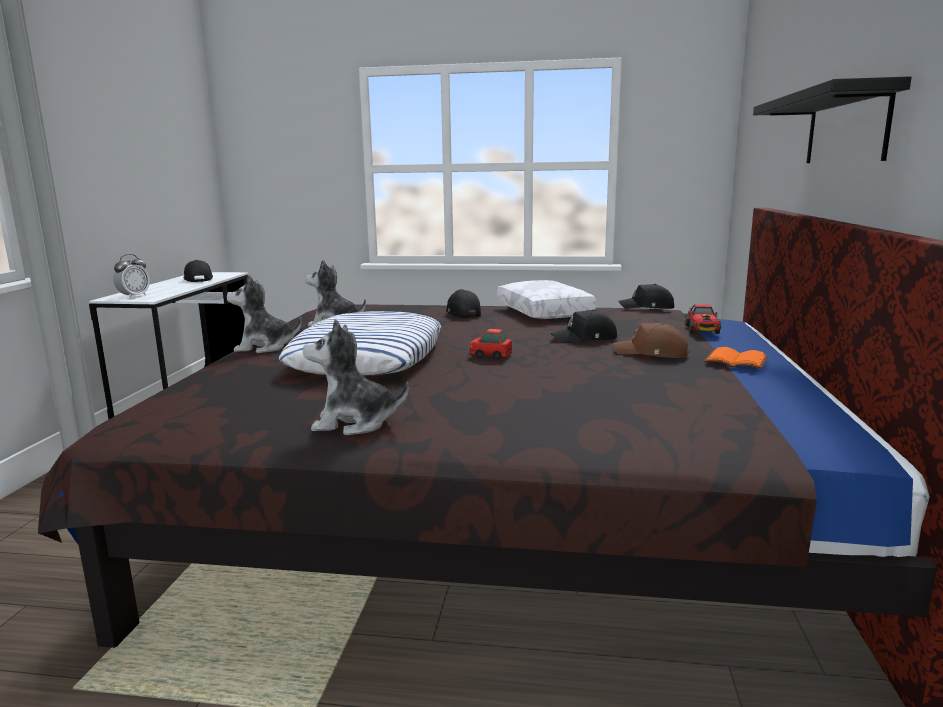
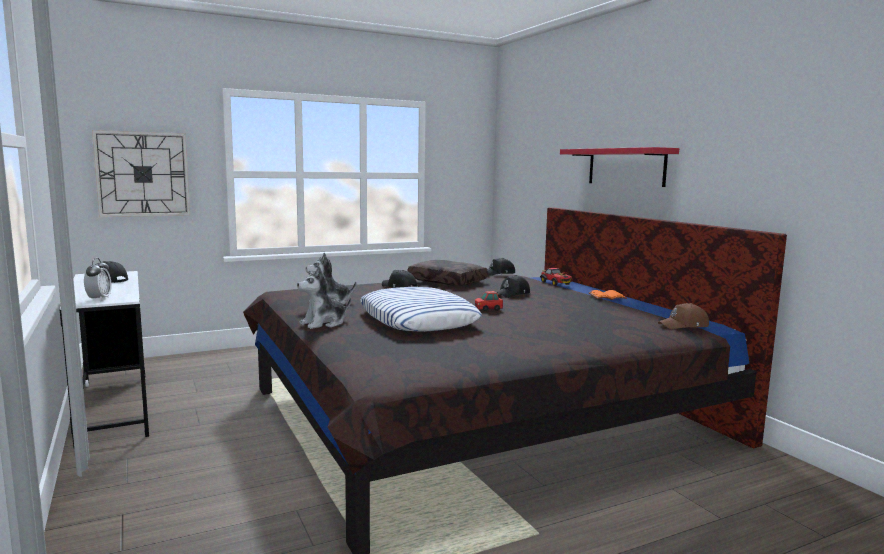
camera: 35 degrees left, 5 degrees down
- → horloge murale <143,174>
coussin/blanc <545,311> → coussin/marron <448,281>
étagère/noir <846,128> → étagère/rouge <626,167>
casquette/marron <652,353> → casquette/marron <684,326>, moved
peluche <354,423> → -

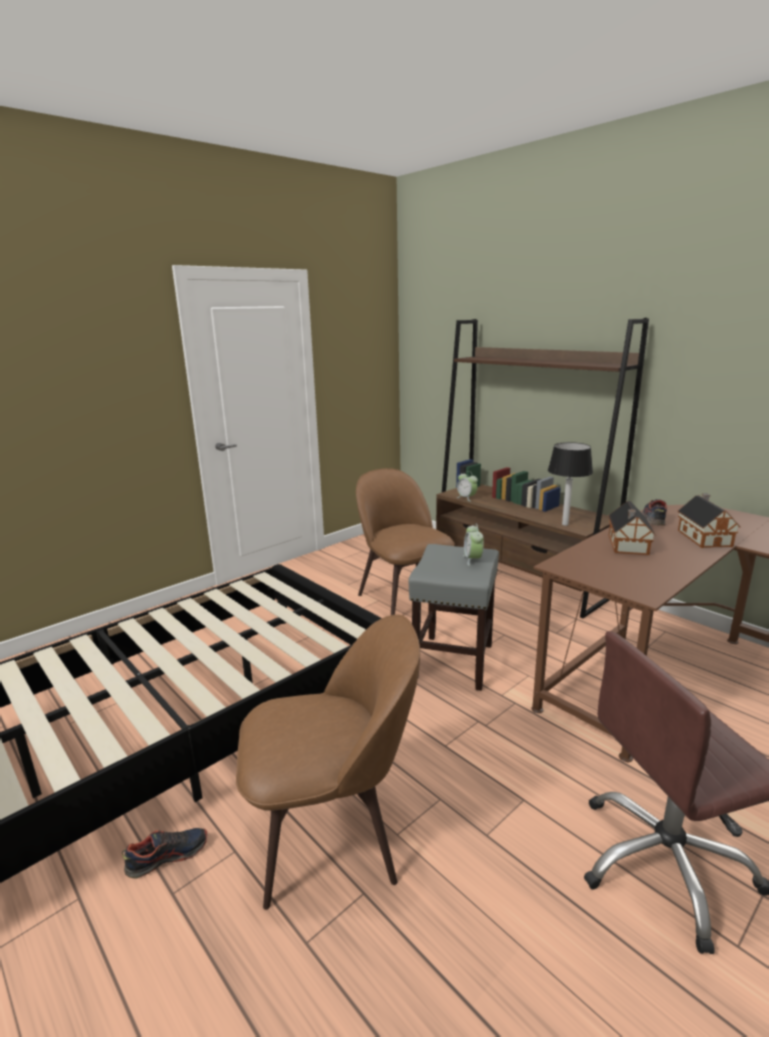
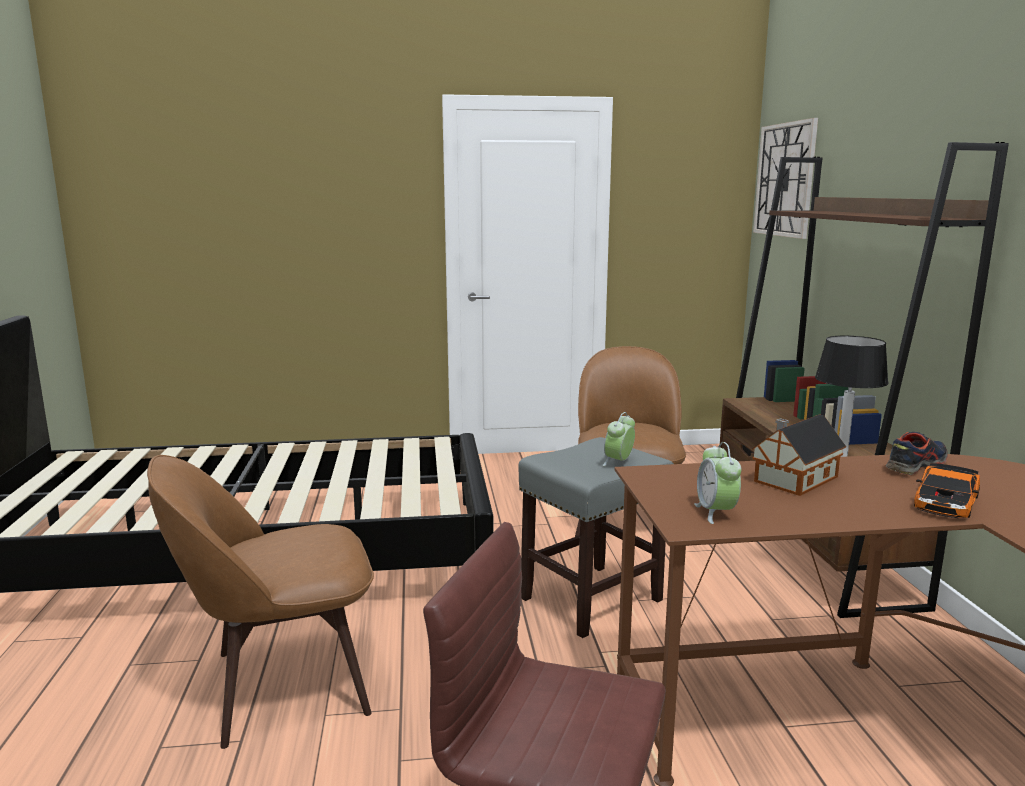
camera: 35 degrees right, 5 degrees down
chaise/marron <333,830> → chaise/marron <281,684>, 135 degrees clockwise
réveil <466,498> → réveil <716,513>, moved
- → horloge murale <785,180>
maison miniature <703,537> → petite voiture <946,501>
chaussure <168,856> → -

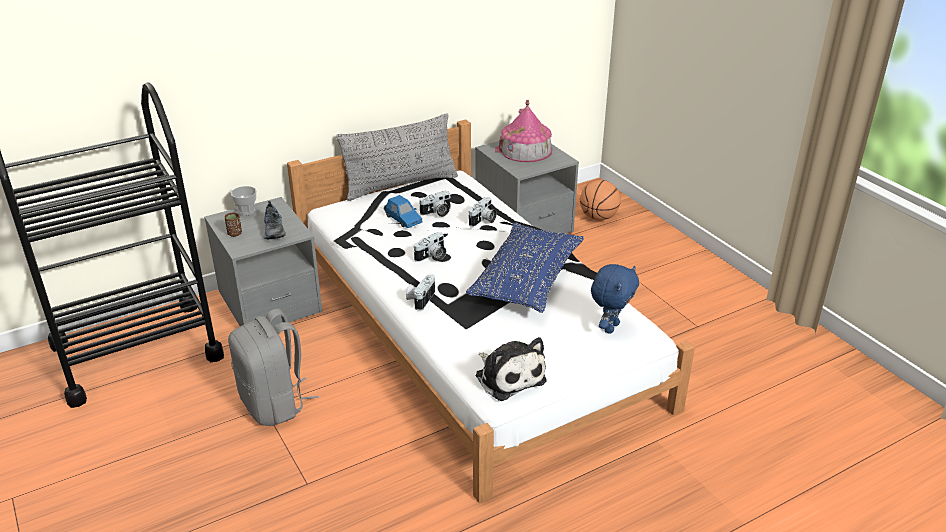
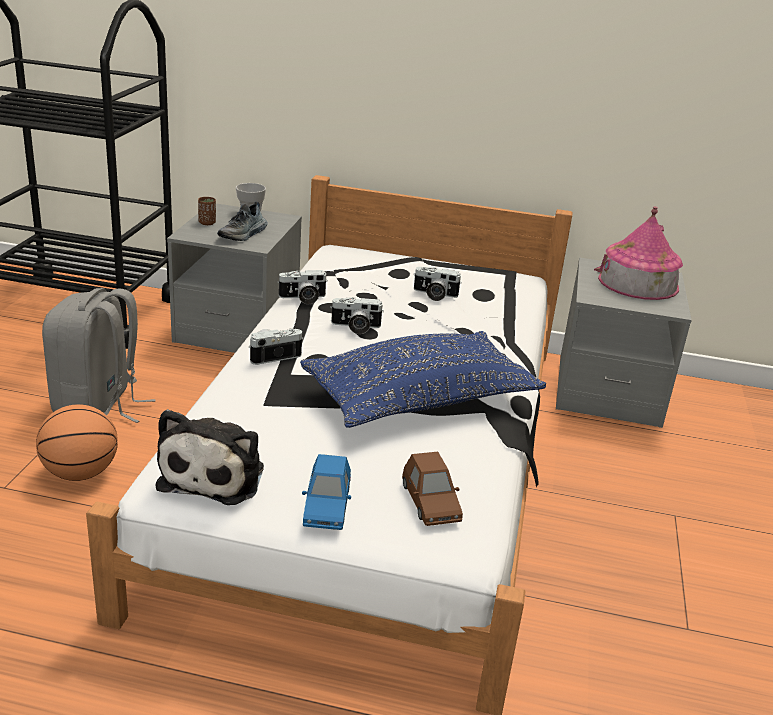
camera: 40 degrees right, 5 degrees down
ballon de basket <598,217> → ballon de basket <80,473>, moved
appareil photo <483,220> → appareil photo <303,298>, moved
petite voiture/bleu <403,219> → petite voiture/bleu <326,506>, moved
peluche/bleu <610,327> → petite voiture/marron <430,503>
coussin/gris <400,185> → -

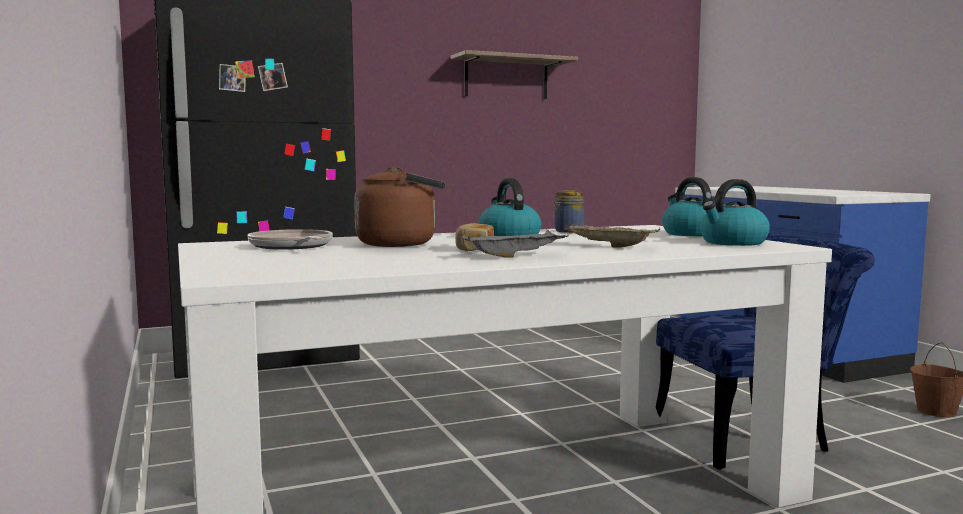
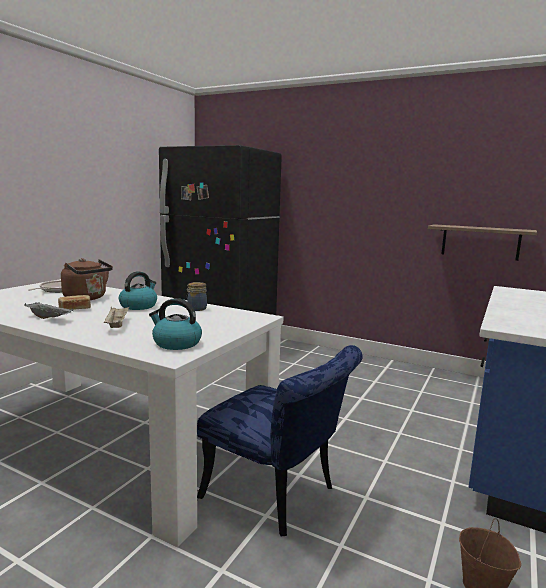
camera: 50 degrees right, 5 degrees up
étagère <506,78> → étagère <480,242>, moved
bouilloire <690,234> → -

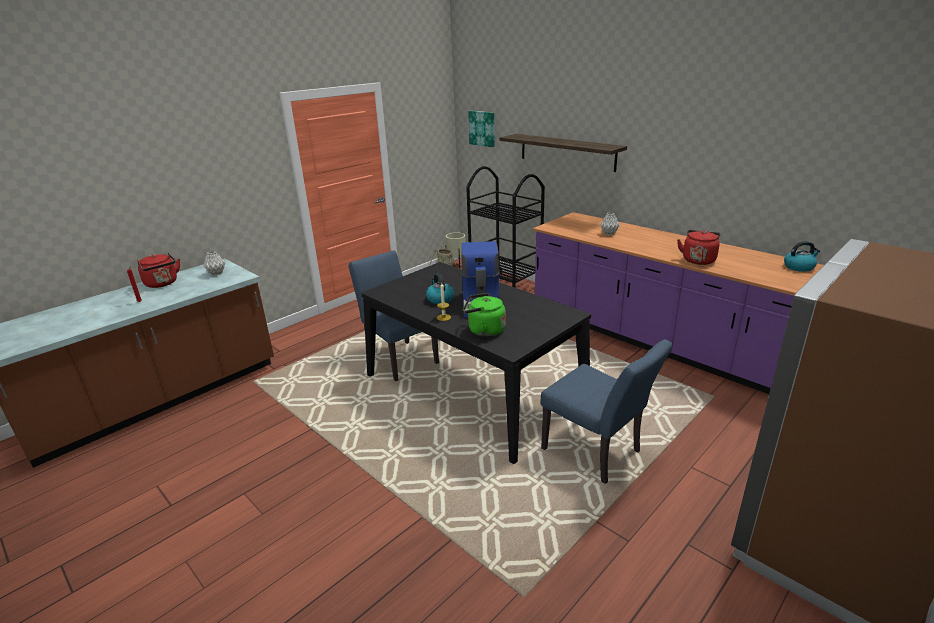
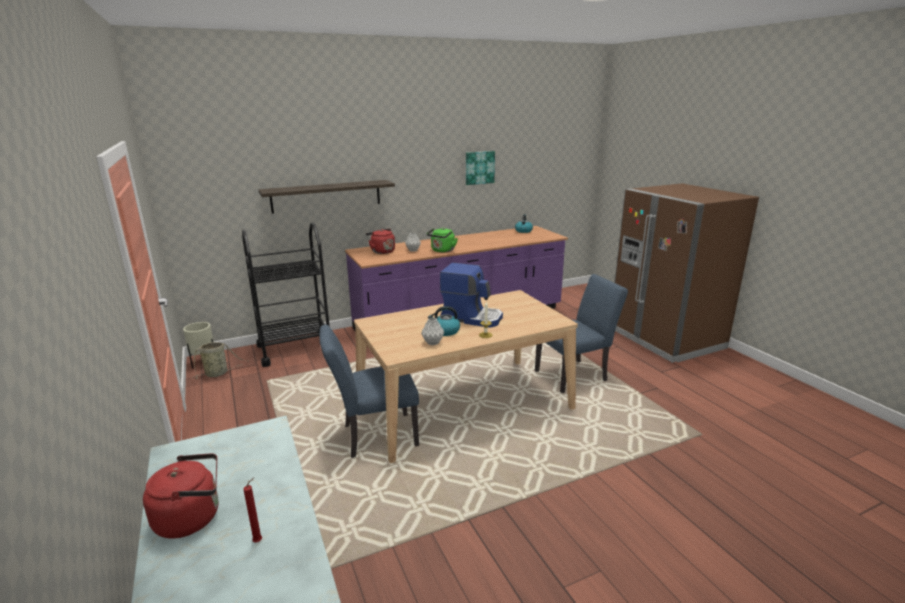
camera: 70 degrees left, 5 degrees down
table à manger/noir <473,388> → table à manger/beige <464,405>
bouilloire/rouge <698,260> → bouilloire/rouge <381,251>, moved
vase/gris <216,274> → vase/gris <433,343>, moved
bouilloire/vert <484,330> → bouilloire/vert <442,250>, moved
tableau <482,128> → tableau <479,167>, moved

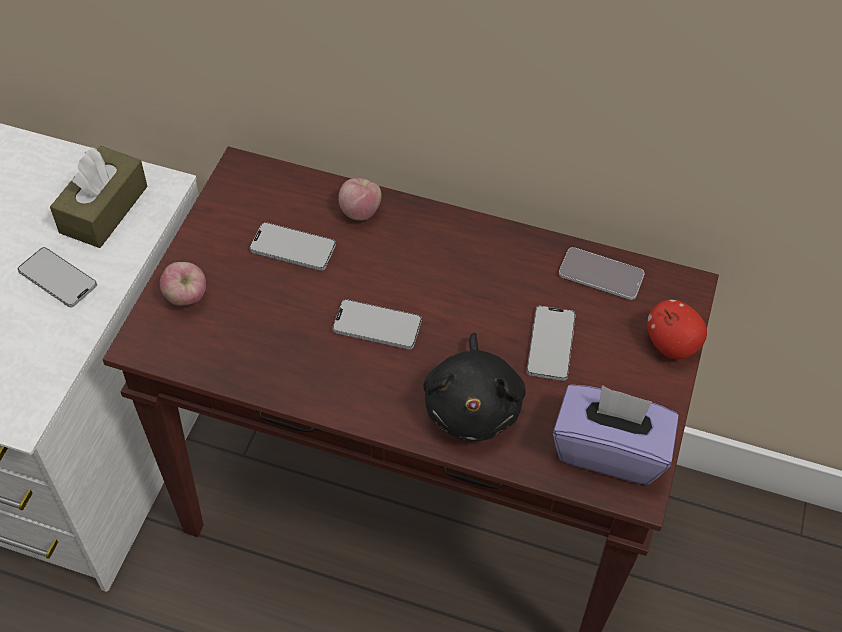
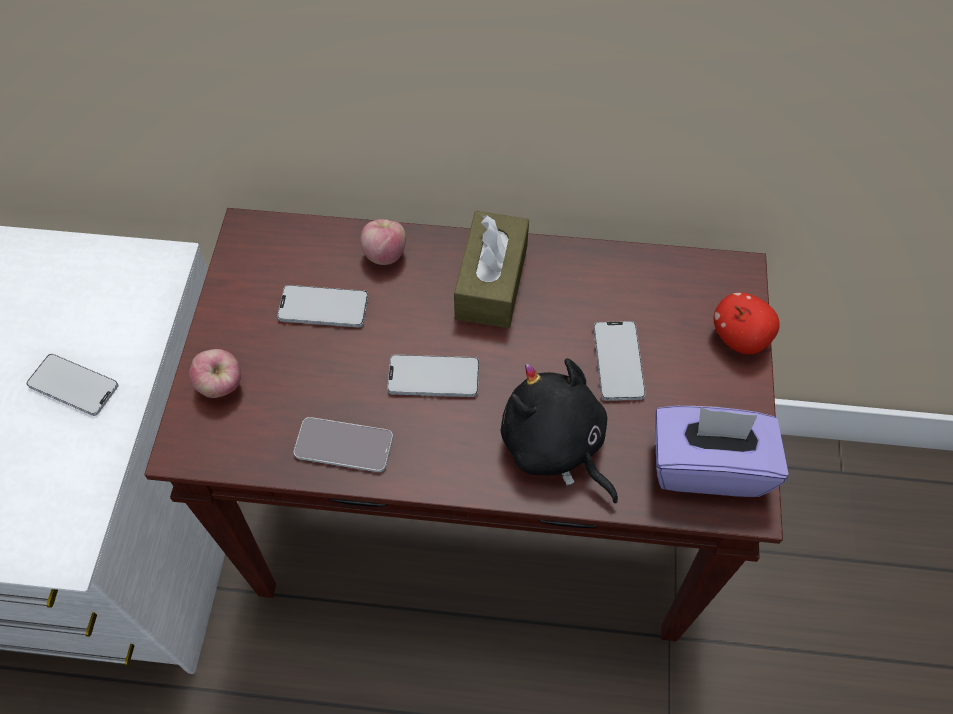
camera: 10 degrees left, 5 degrees up
téléphone <601,274> → téléphone <344,445>, moved
boîte à mouchoirs/marron <104,209> → boîte à mouchoirs/marron <491,282>, moved
peluche/noir <472,406> → peluche/noir <555,446>, 150 degrees clockwise

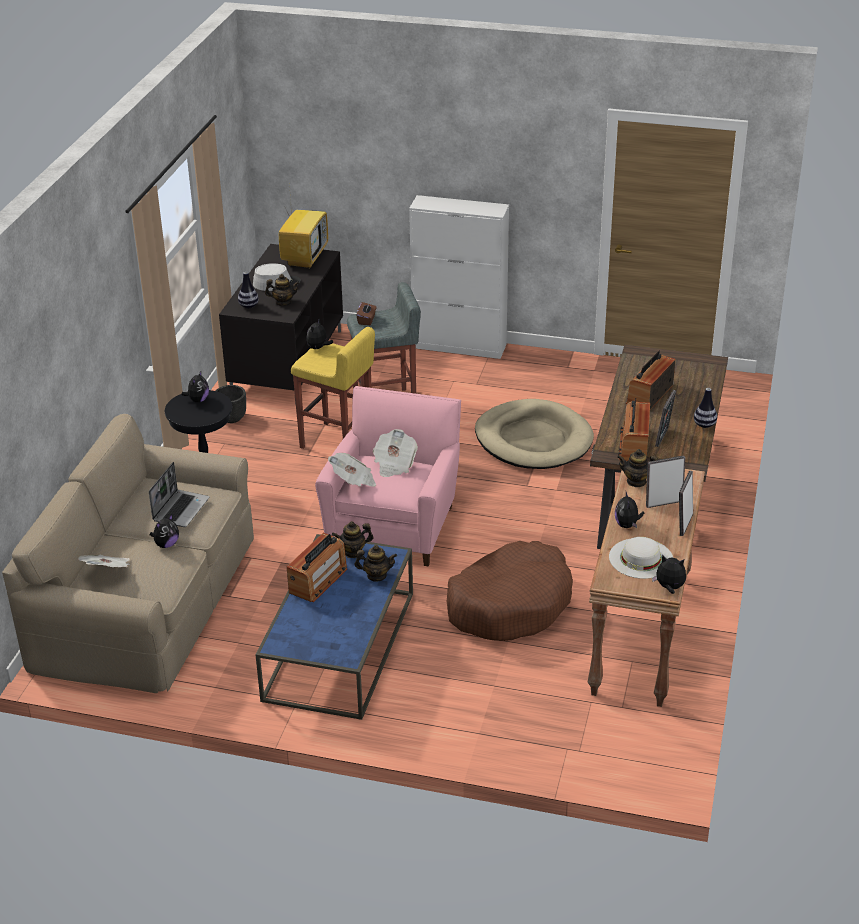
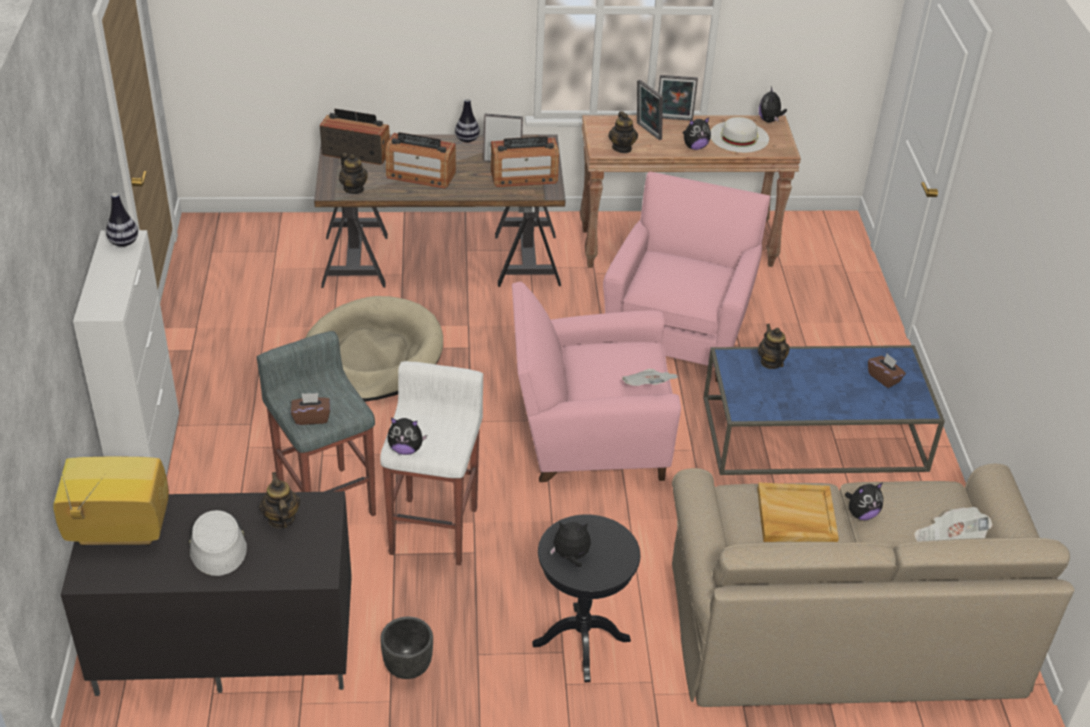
camera: 110 degrees left, 5 degrees up
vase <248,306> → vase <124,242>, moved
radio <318,580> → radio <356,153>, moved
théière <353,552> → théière <354,189>, moved
tabouret/jaune <337,443> → tabouret/blanc <435,529>
panier pour chien/marron <510,604> → fauteuil/rose <679,330>
ordinateur portable <180,509> → plateau/beige <795,517>
peluche <166,544> → peluche <861,514>, 135 degrees clockwise
- → boîte à mouchoirs/marron <884,378>
journal <394,464> → -

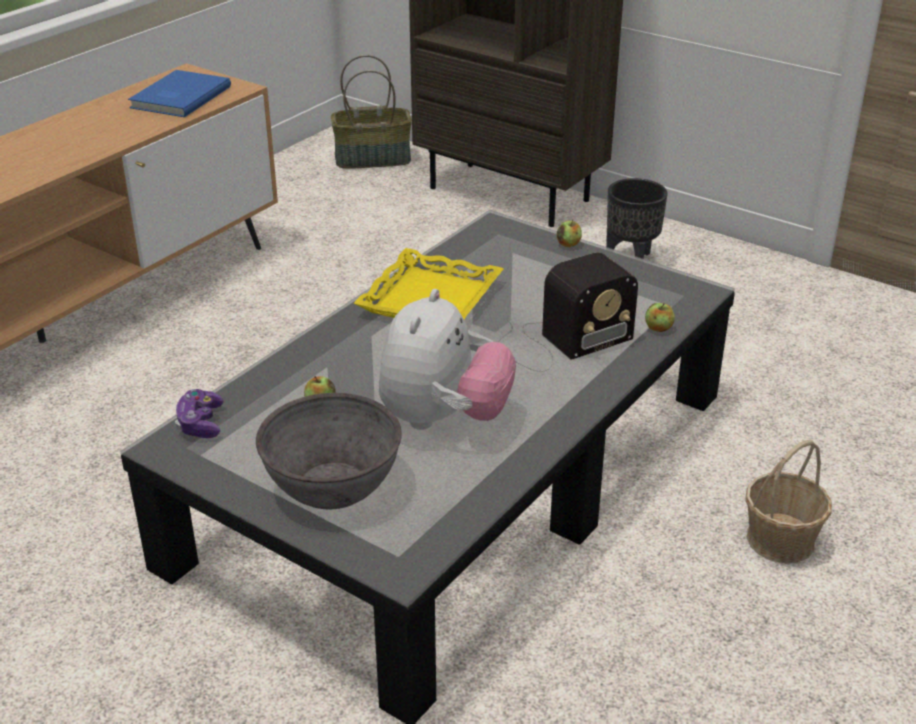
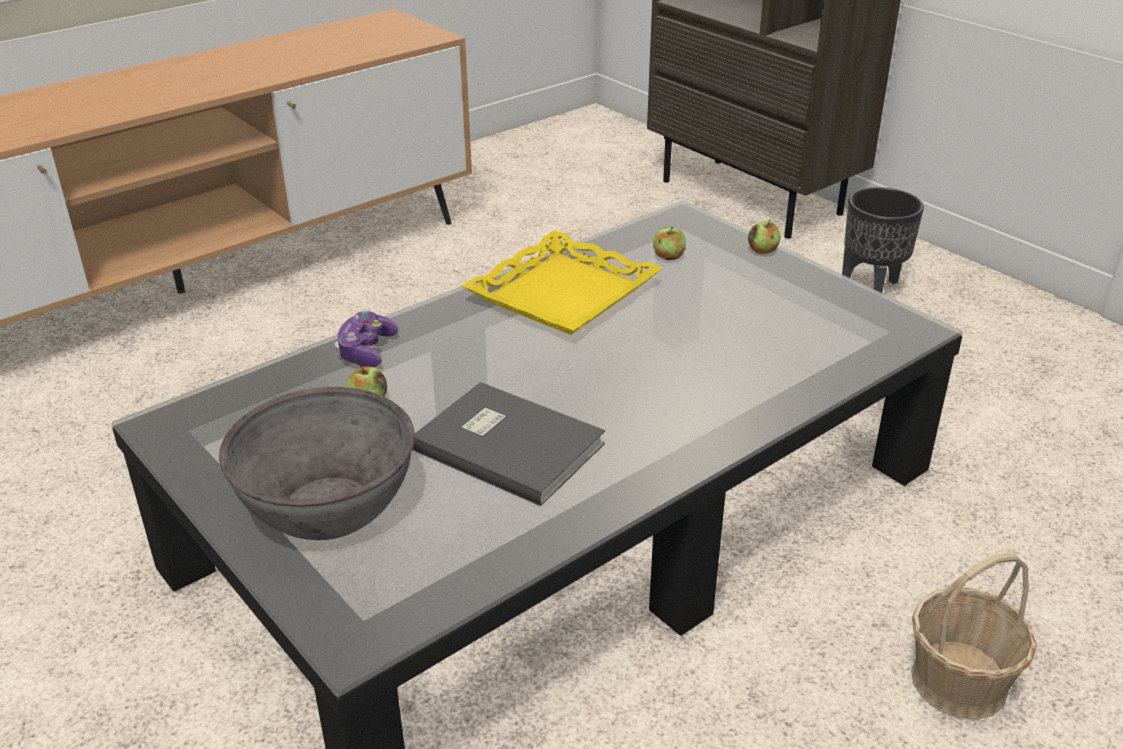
camera: 15 degrees right, 0 degrees up
manette <200,423> → manette <366,351>, moved
peluche <444,419> → livre/gris <508,444>
pomme <658,328> → pomme <668,257>, moved
livre/bleu <178,97> → -
panier <373,158> → -
radio <560,342> → -

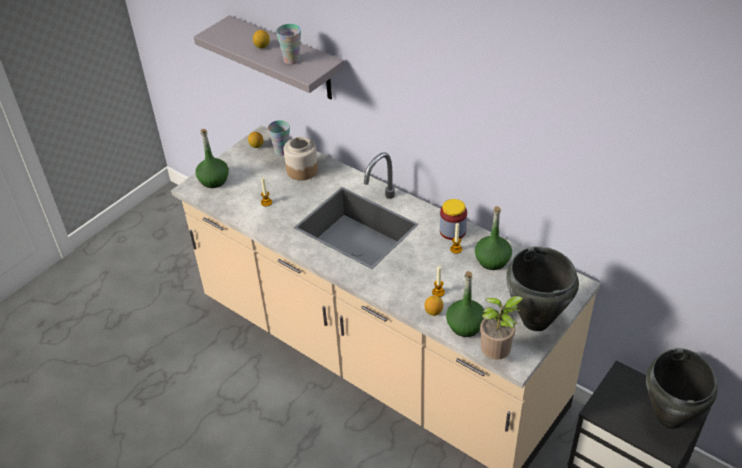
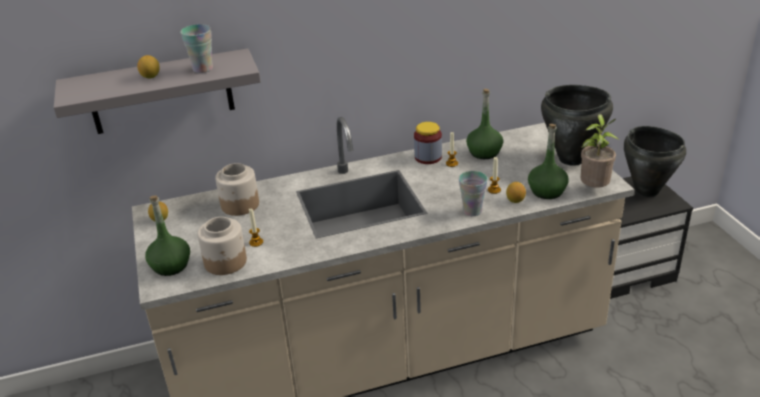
camera: 55 degrees left, 10 degrees down
- → bocal <226,262>
tasse <281,151> → tasse <472,211>, moved

